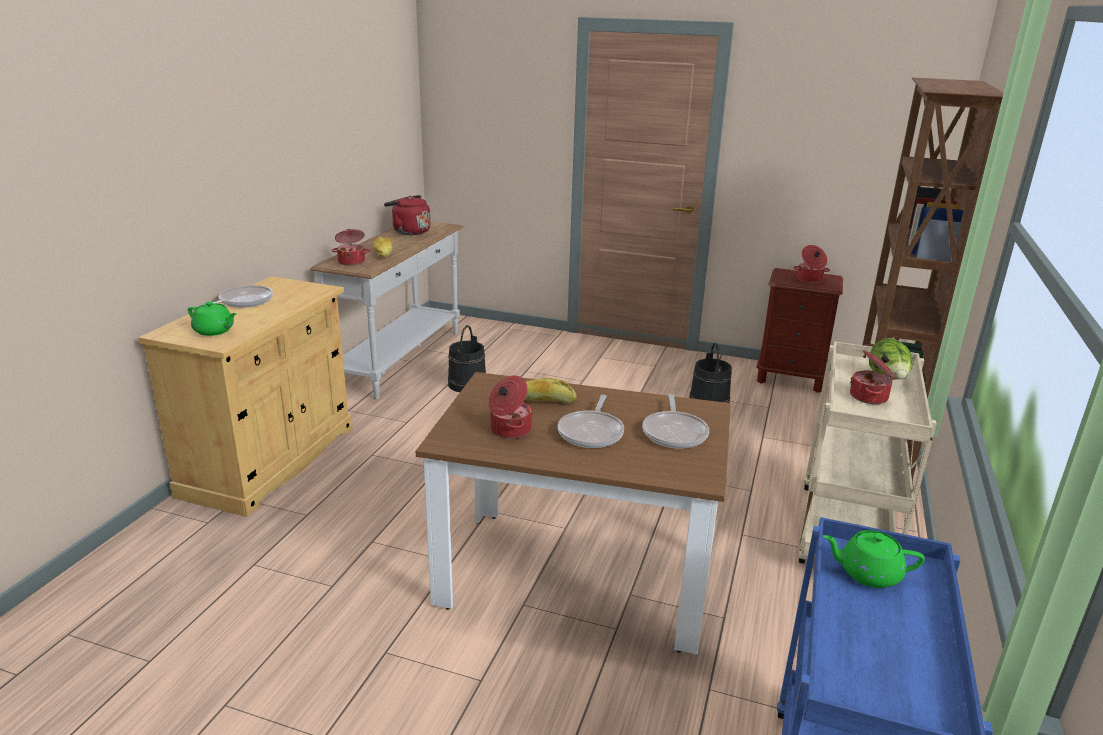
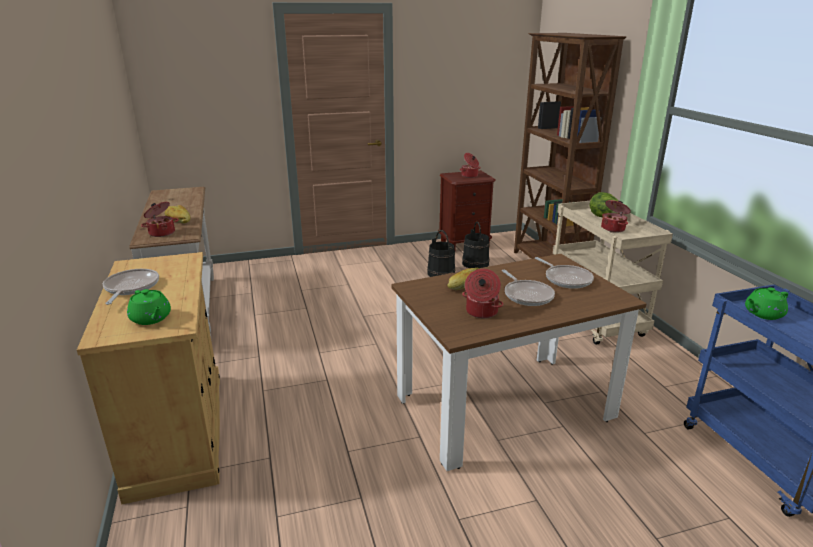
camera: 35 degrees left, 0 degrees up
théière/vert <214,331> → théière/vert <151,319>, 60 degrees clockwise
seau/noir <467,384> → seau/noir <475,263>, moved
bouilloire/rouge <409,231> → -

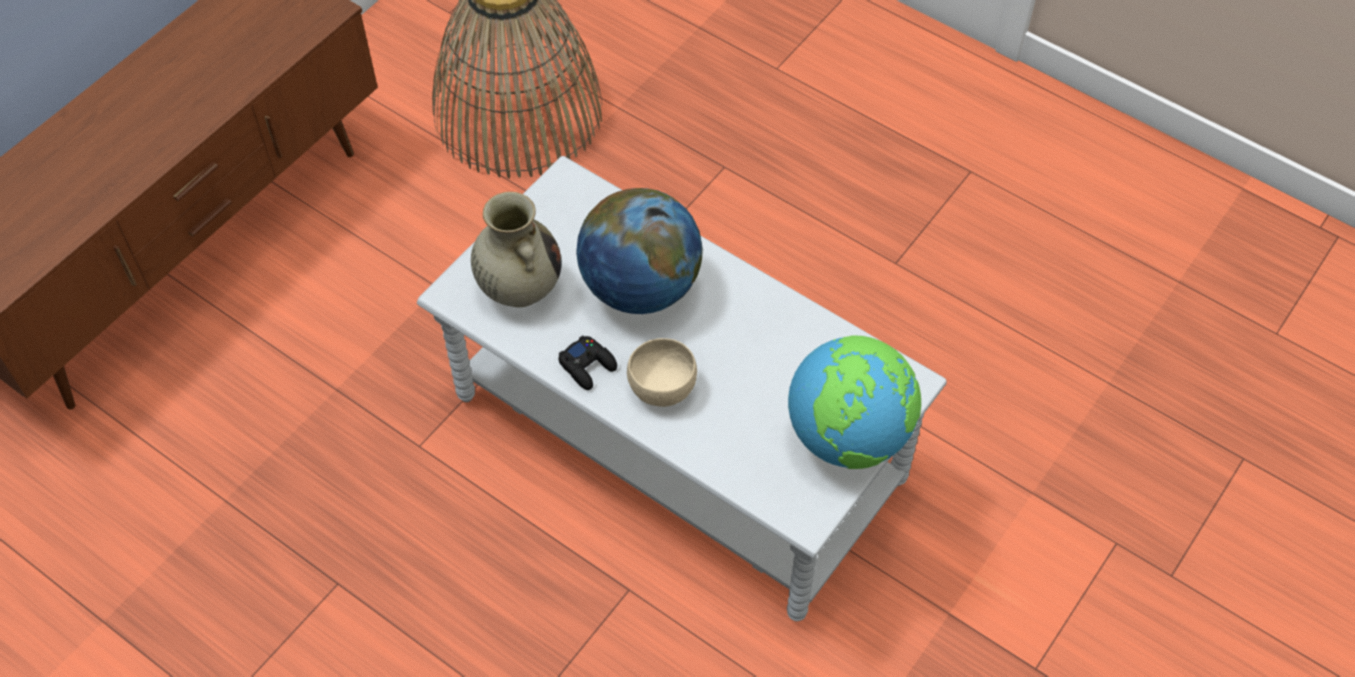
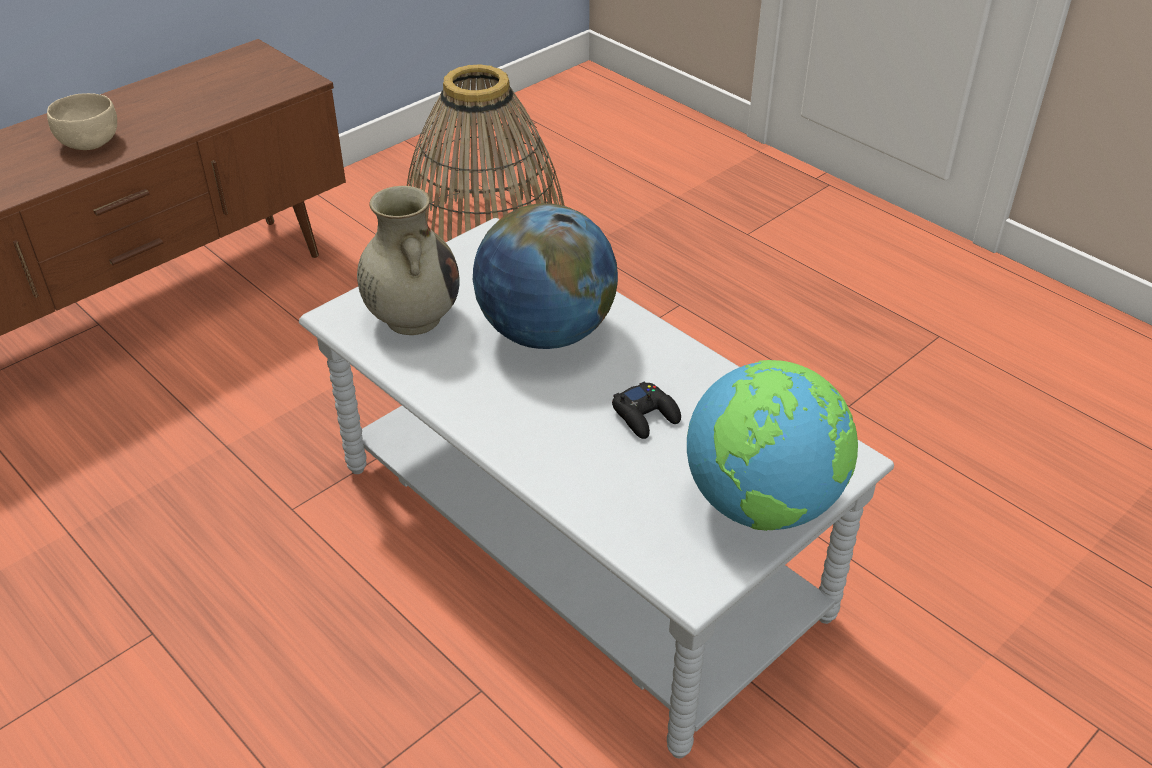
camera: 10 degrees right, 15 degrees down
bol/beige <661,387> → bol/beige <89,142>, moved
manette/noir <588,366> → manette/noir <646,416>, moved

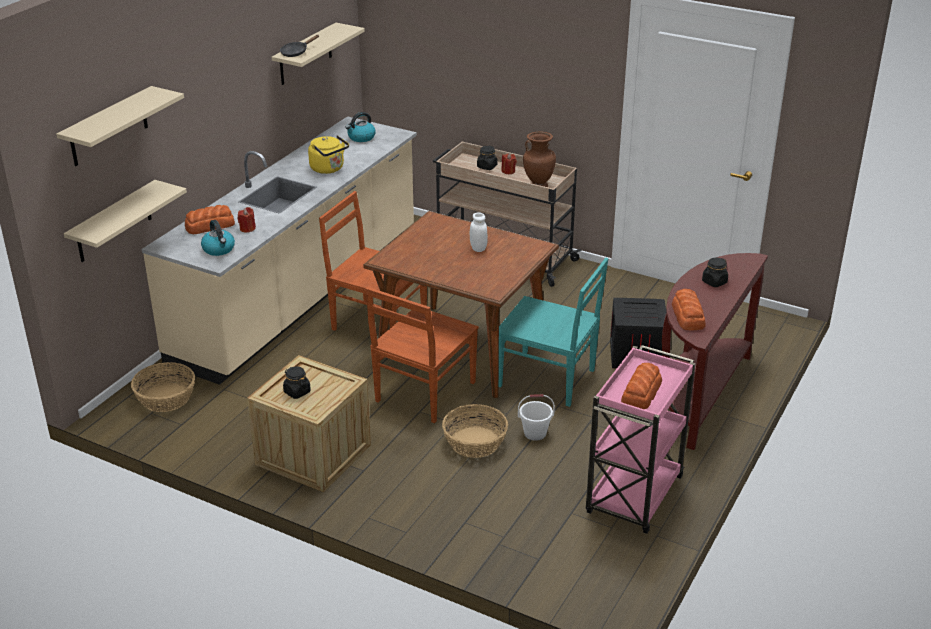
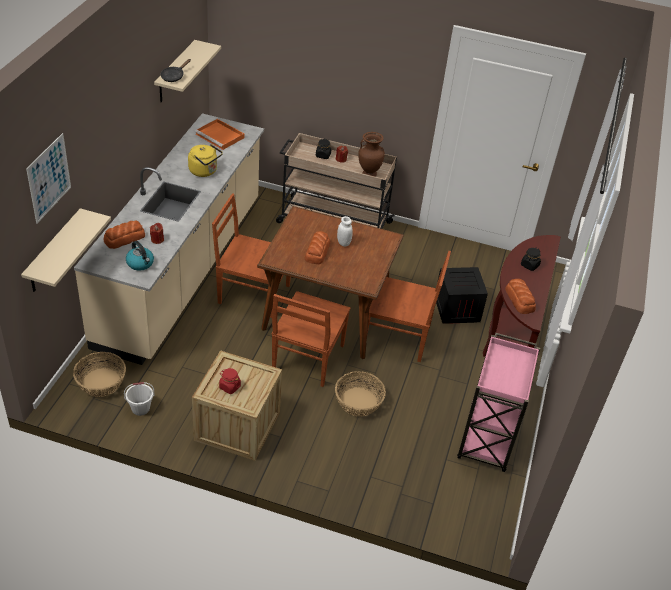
camera: 15 degrees left, 10 degrees up
étagère/beige <108,127> → tableau <49,178>
seau/blanc <535,433> → seau/blanc <140,409>, moved
bouilloire <361,138> → plateau/orange <221,136>
bocal/noir <297,392> → bocal/rouge <229,387>
pain <641,393> → pain <317,252>, moved
chaise/turquoise <548,379> → chaise/marron <398,337>

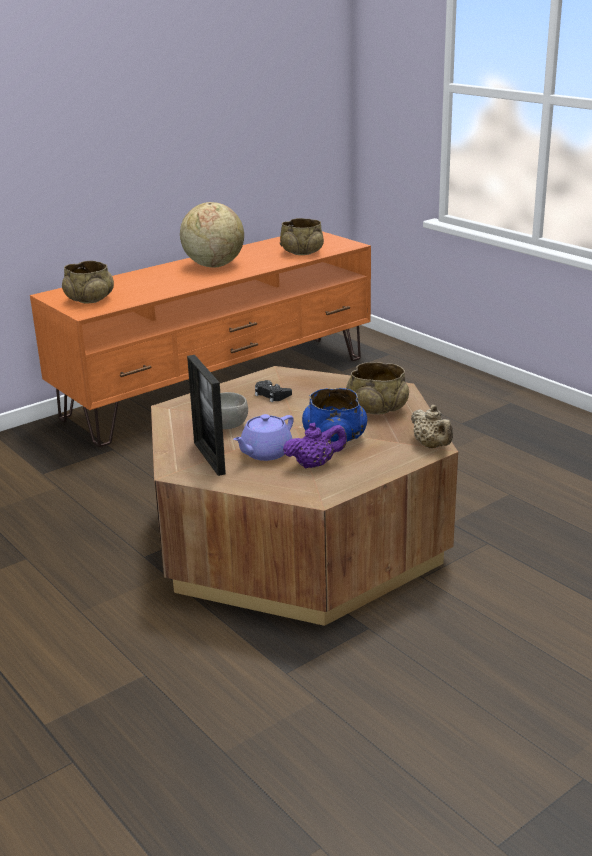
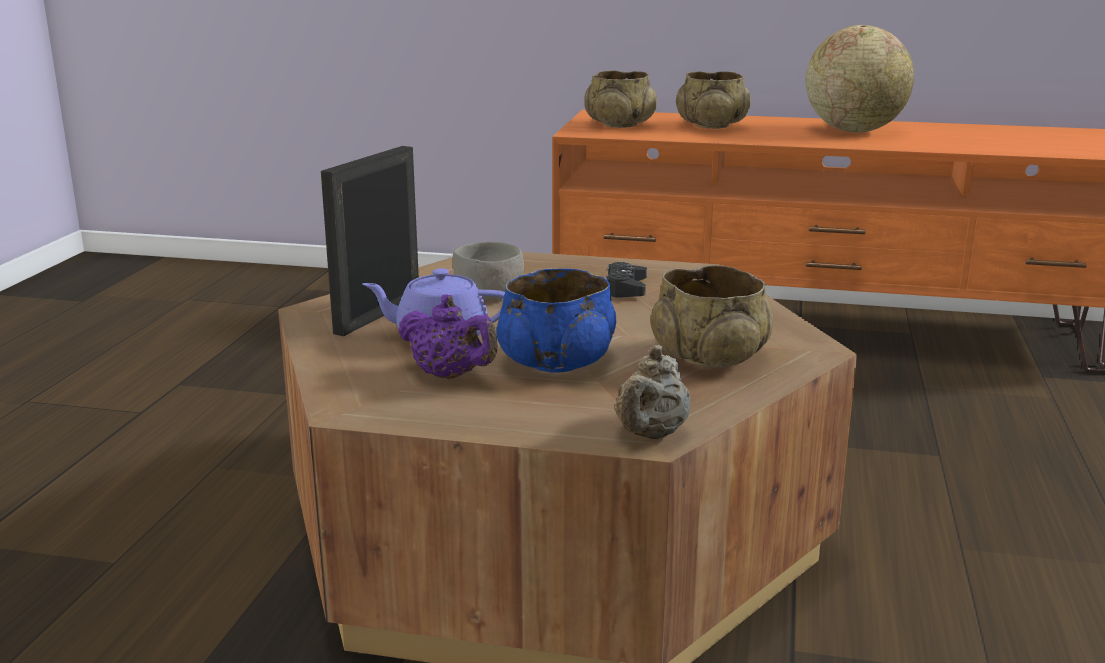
camera: 50 degrees right, 5 degrees down
bol/beige <302,252> → bol/beige <711,126>, moved

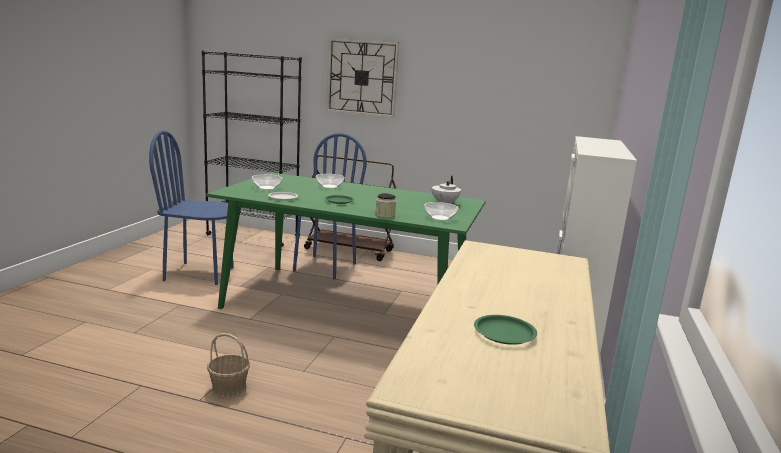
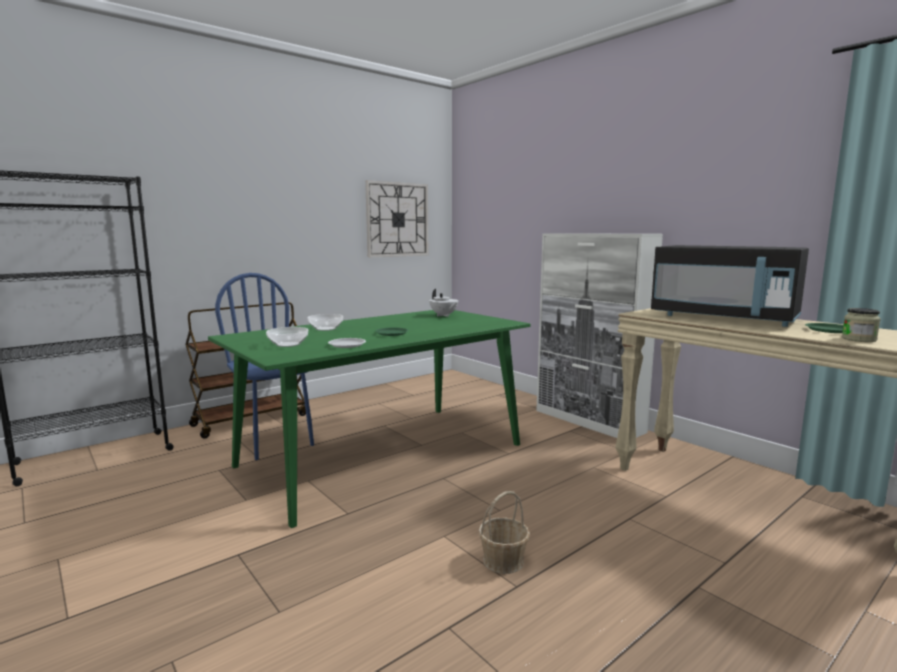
camera: 55 degrees left, 5 degrees down
horloge murale <362,77> → horloge murale <397,219>, moved
- → micro-ondes/noir <724,318>
bocal <385,215> → bocal <858,339>, moved
chaise/bleu <199,273> → -
bol <439,218> → -

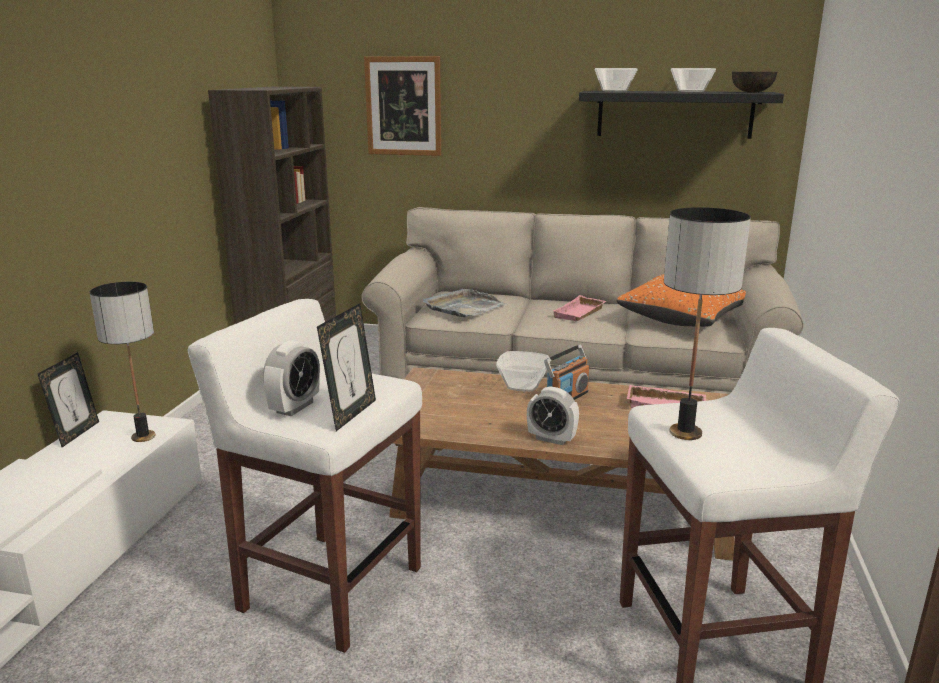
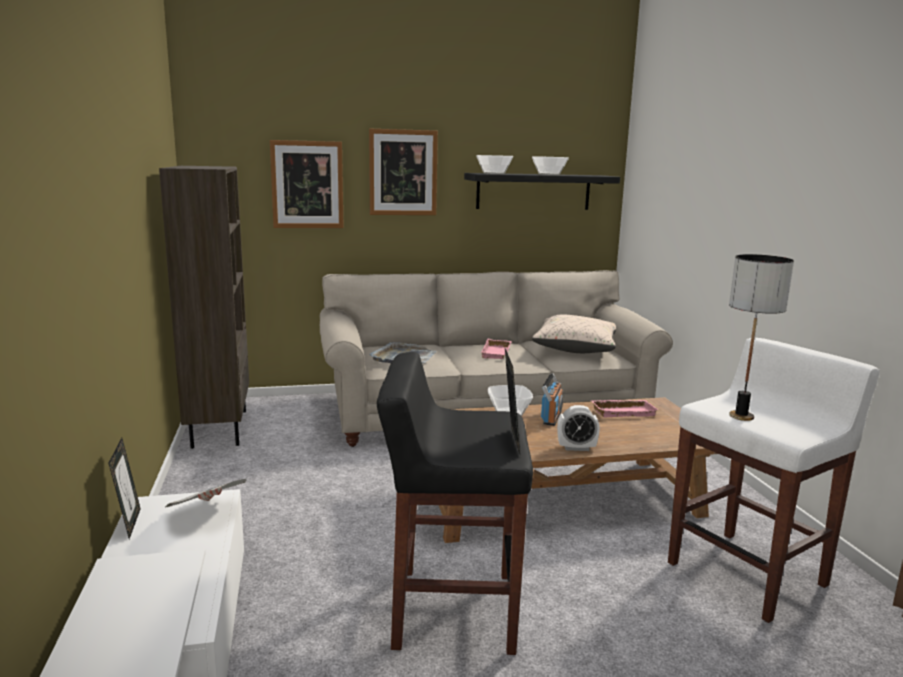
camera: 25 degrees left, 5 degrees down
lampe de table <142,437> → journal <207,513>
- → tableau <403,172>
tabouret/blanc <329,587> → tabouret/noir <452,610>
coussin/orange <683,318> → coussin/beige <576,348>
réveil <295,407> → -
bol/marron <752,92> → -

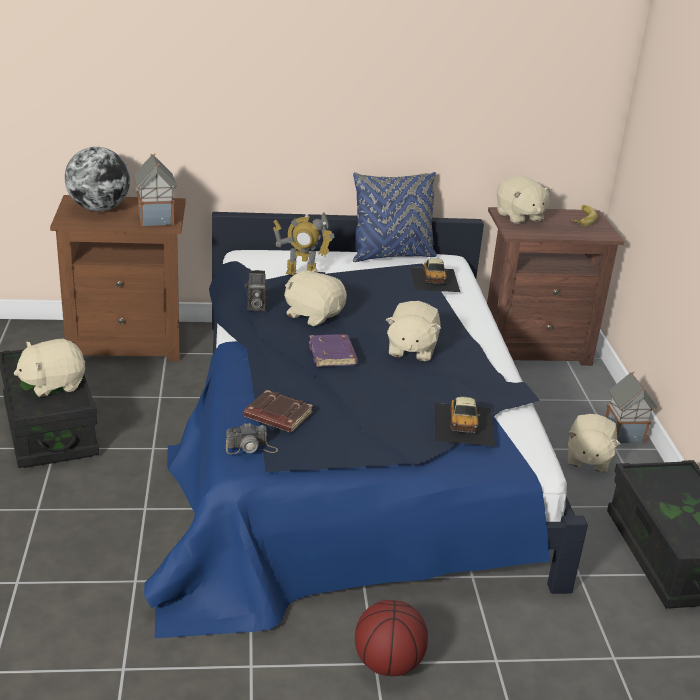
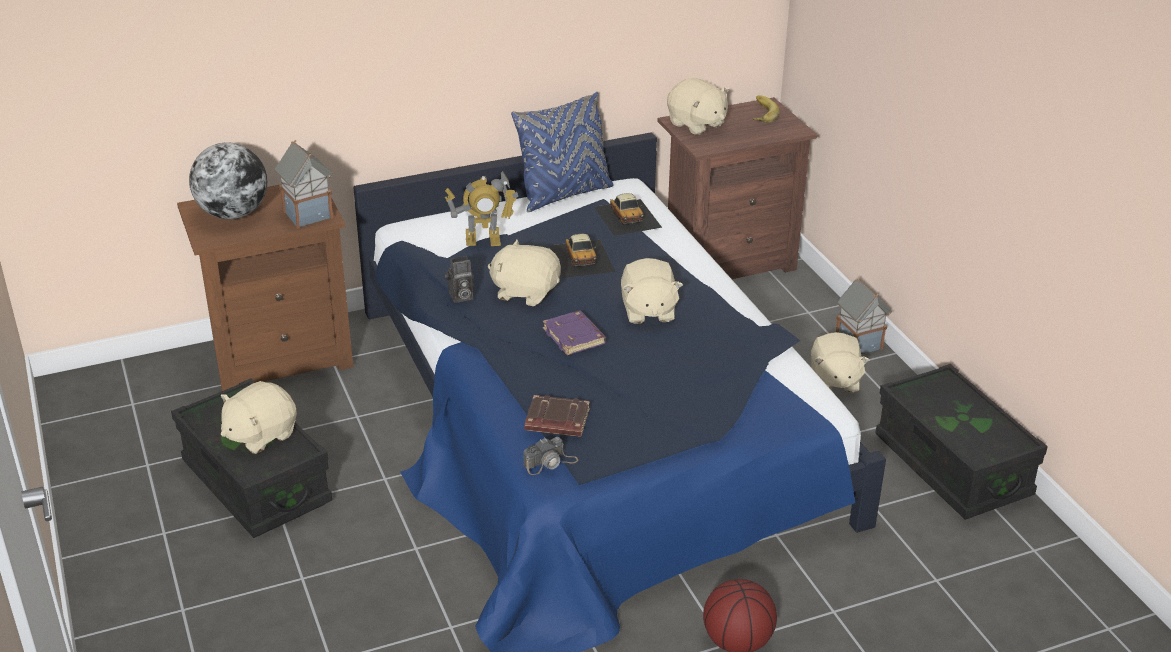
camera: 15 degrees left, 5 degrees up
petite voiture <464,423> → petite voiture <582,258>, moved

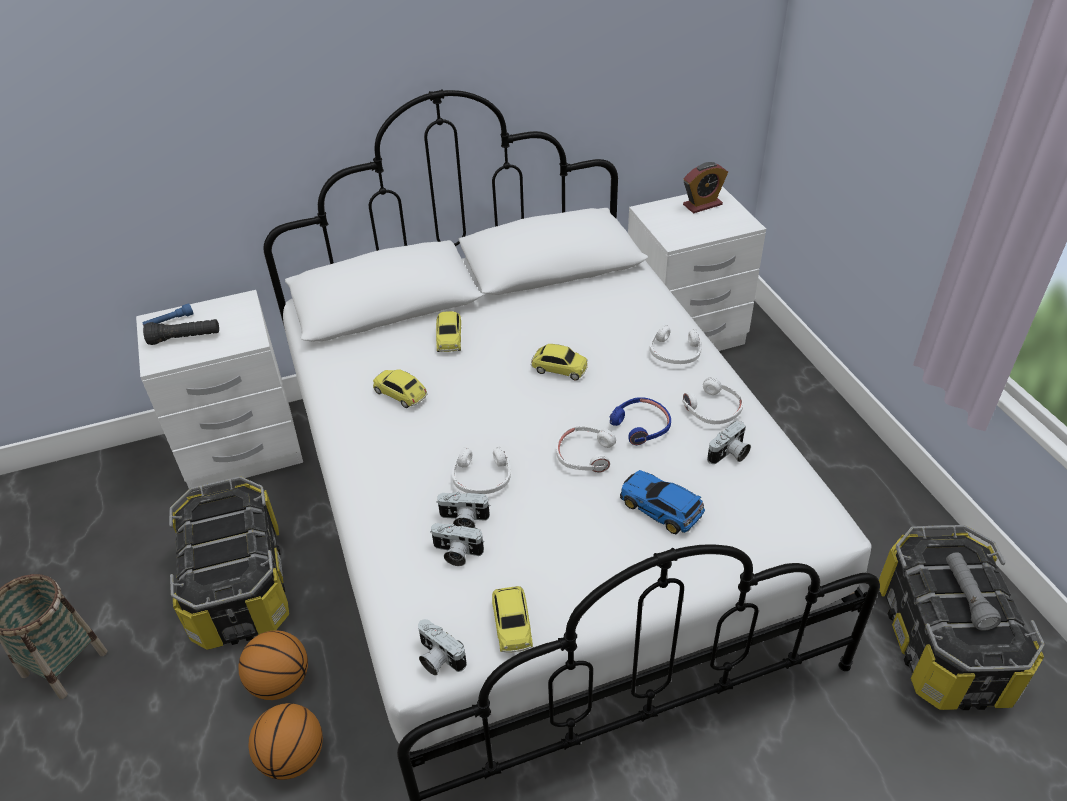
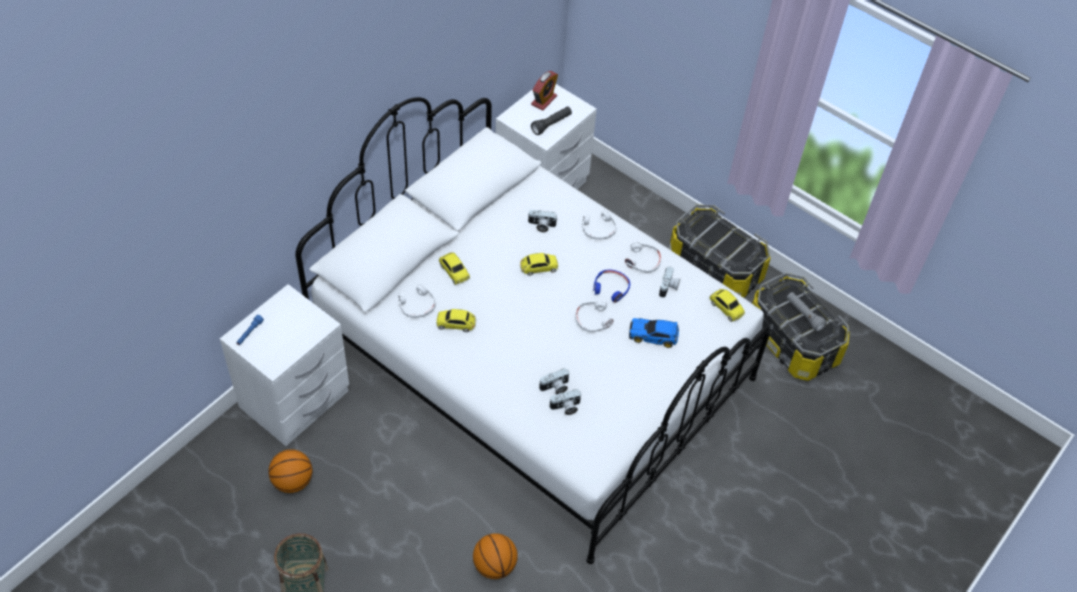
camera: 35 degrees left, 10 degrees up
ballon de basket <280,682> → ballon de basket <292,481>, moved
casque audio/blanc <482,477> → casque audio/blanc <417,305>, moved
appareil photo <437,658> → appareil photo <541,226>, moved
lampe de poche/noir <185,338> → lampe de poche/noir <551,124>, moved
boîte de rangement <240,586> → boîte de rangement <715,268>, moved
petite voiture <512,624> → petite voiture <726,308>, moved

